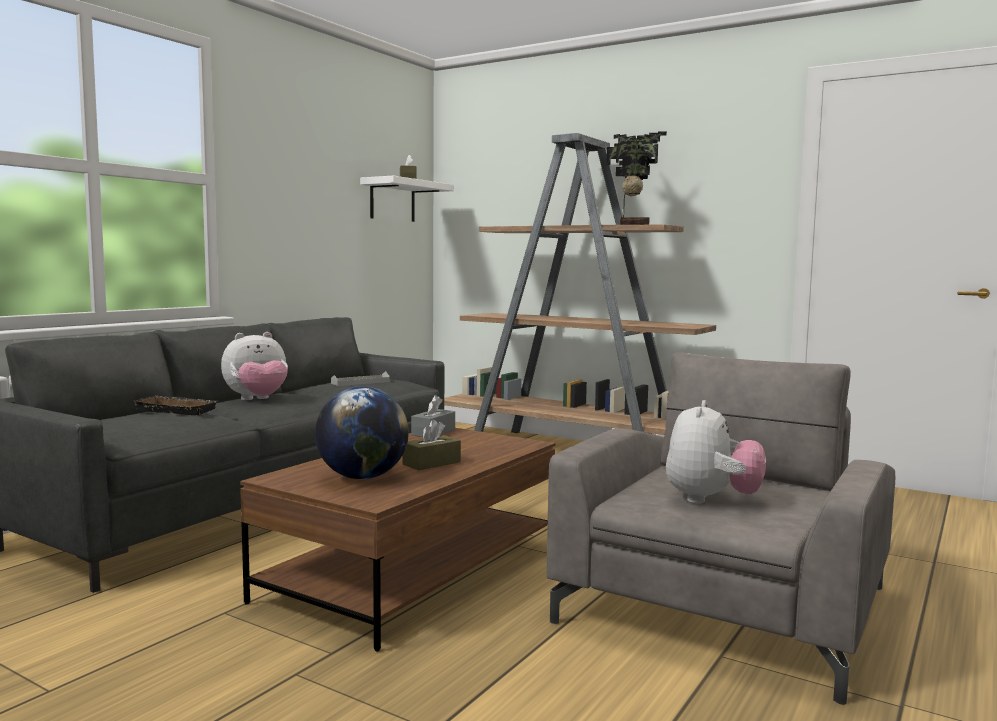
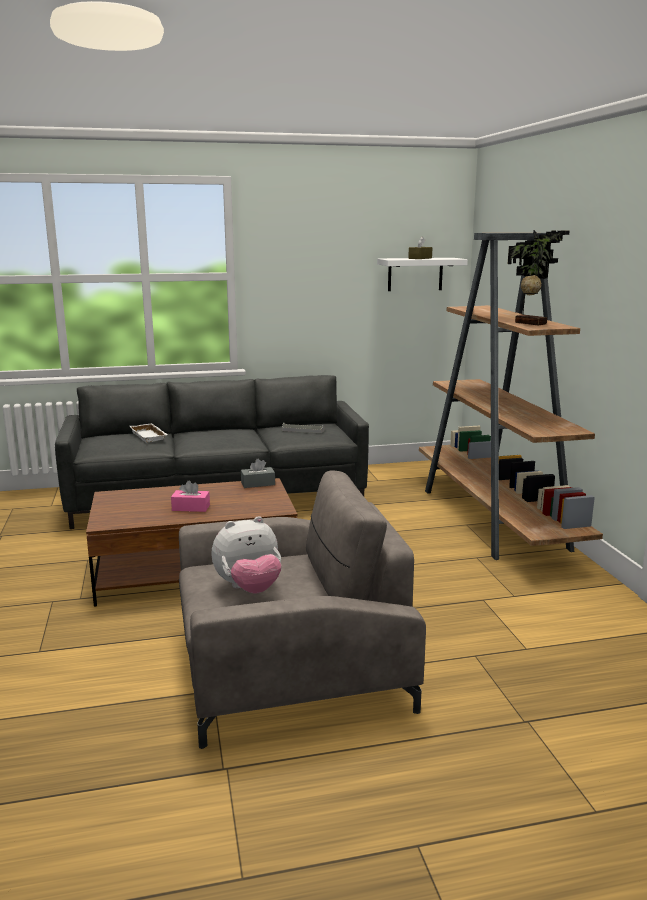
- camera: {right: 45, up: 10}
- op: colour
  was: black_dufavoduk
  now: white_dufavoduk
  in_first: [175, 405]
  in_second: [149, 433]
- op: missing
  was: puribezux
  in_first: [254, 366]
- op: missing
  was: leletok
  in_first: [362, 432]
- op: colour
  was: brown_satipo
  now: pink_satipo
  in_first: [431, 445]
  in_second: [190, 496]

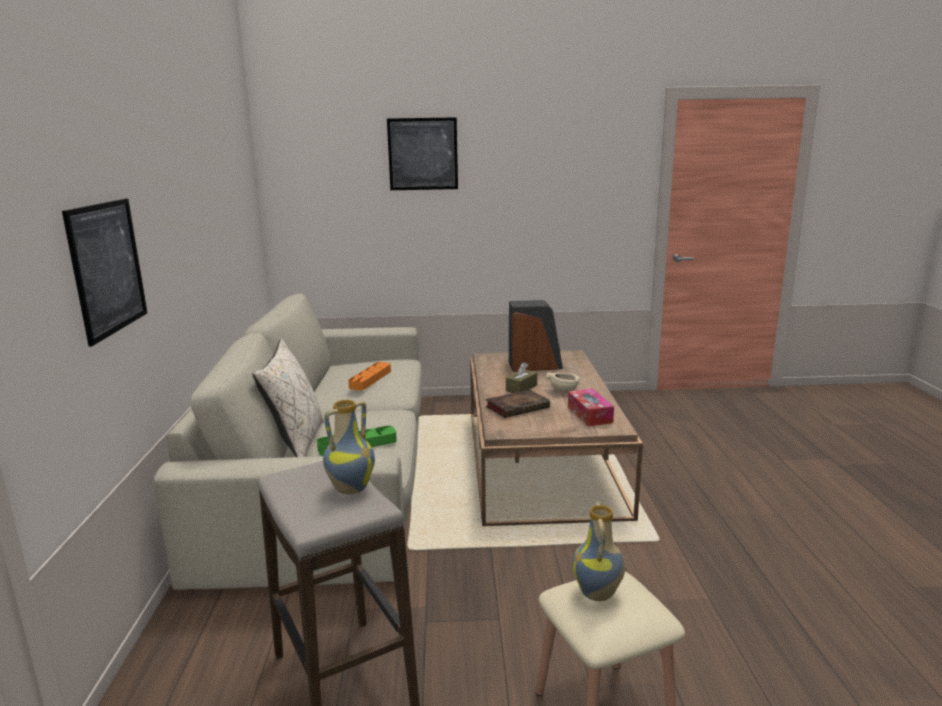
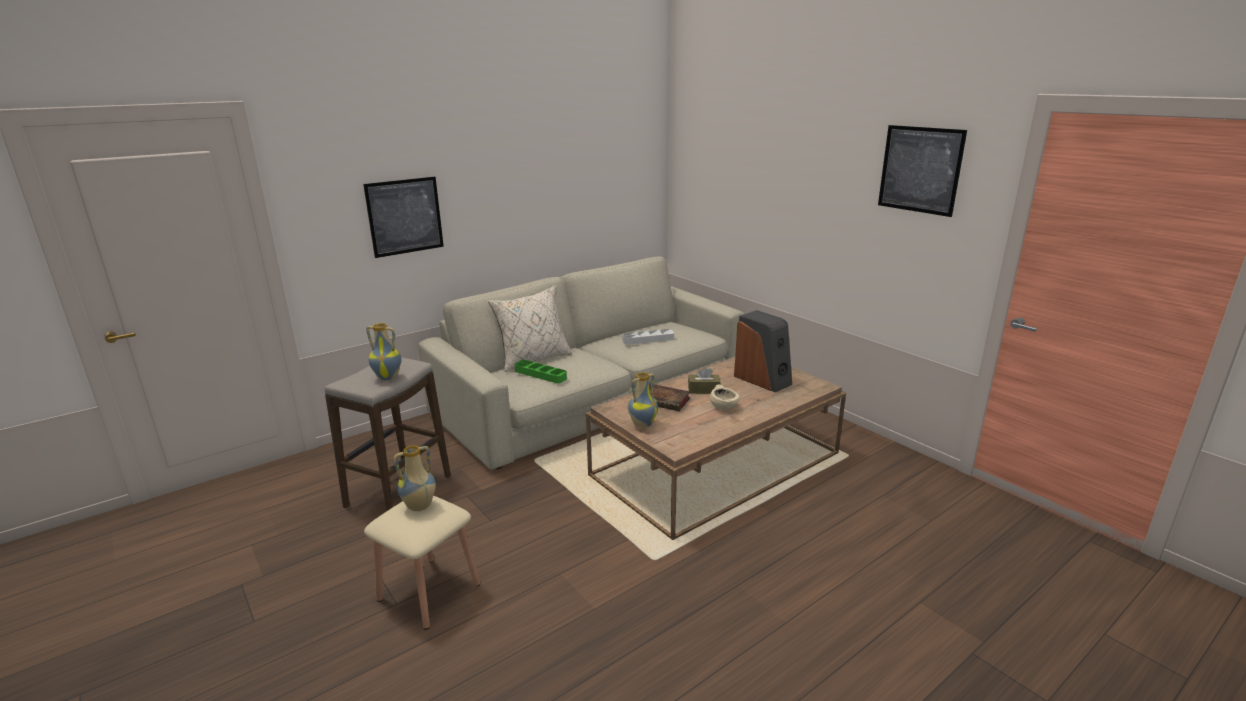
- camera: {right: 55, up: 5}
- op: colour
  was: orange_dufavoduk
  now: grey_dufavoduk
  in_first: [369, 376]
  in_second: [648, 337]
- op: relocated
  was: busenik
  in_first: [422, 153]
  in_second: [922, 171]
- op: missing
  was: satipo
  in_first: [591, 407]
- op: appeared
  now: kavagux
  in_second: [643, 400]

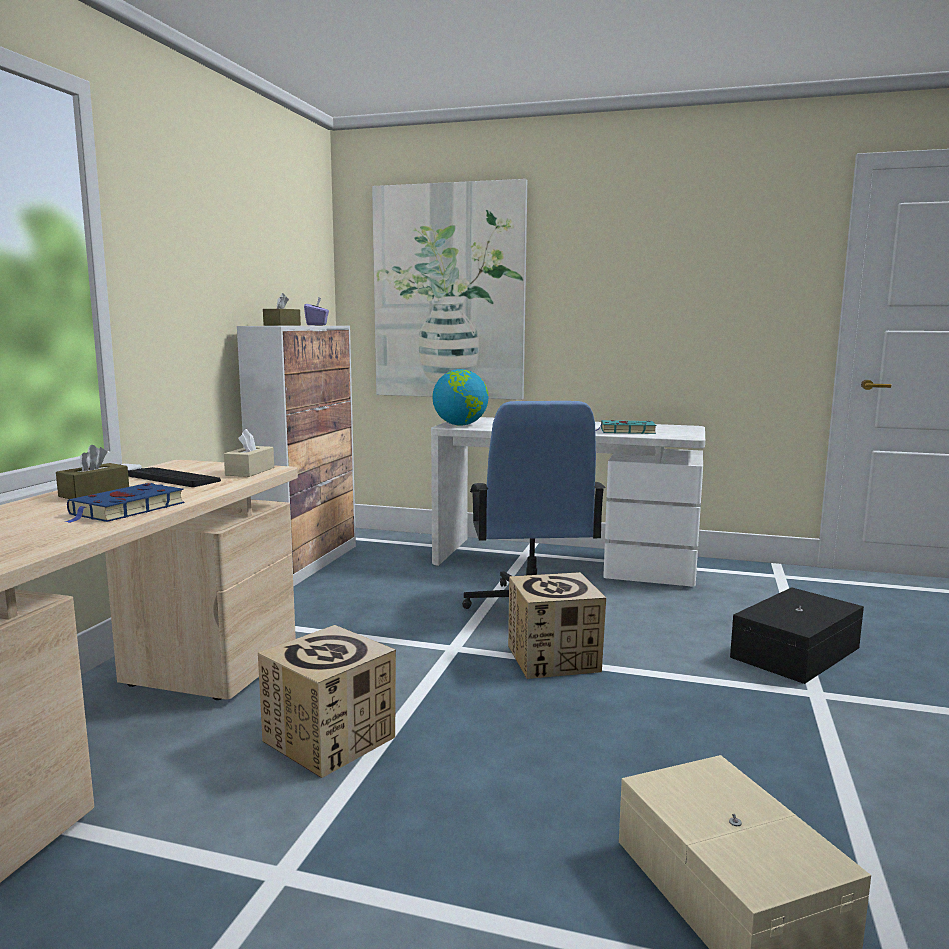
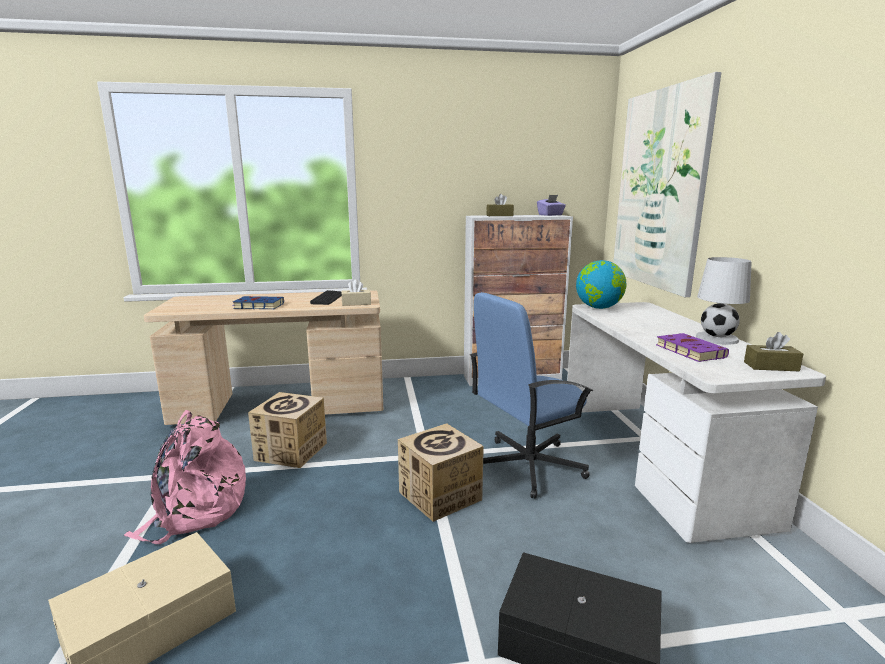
- camera: {right: 65, up: 5}
- op: relocated
  was: brown_satipo
  in_first: [92, 472]
  in_second: [773, 351]
- op: colour
  was: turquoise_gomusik
  now: purple_gomusik
  in_first: [625, 427]
  in_second: [692, 347]
- op: appeared
  now: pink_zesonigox
  in_second: [185, 477]
- op: appeared
  now: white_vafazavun
  in_second: [724, 301]

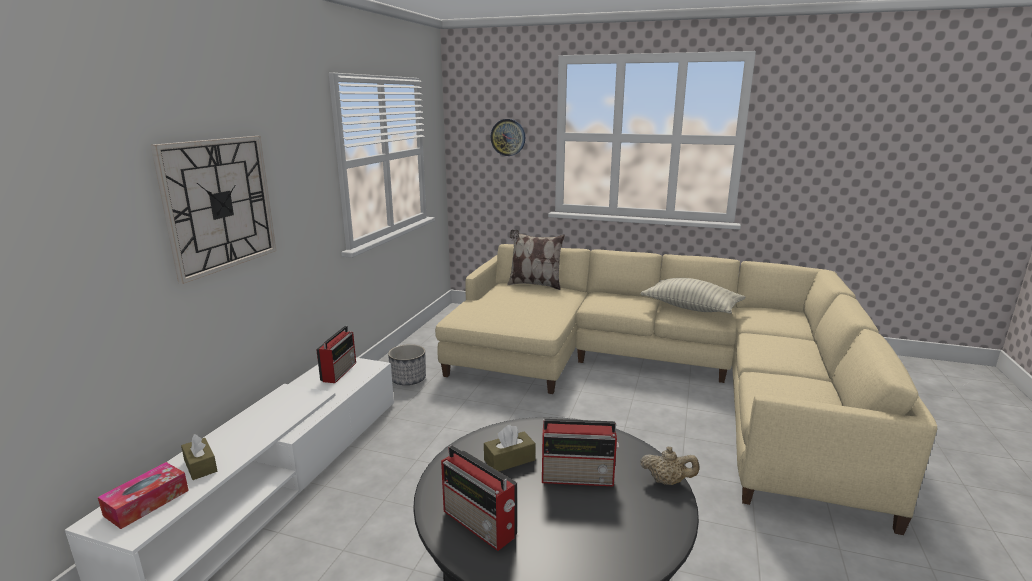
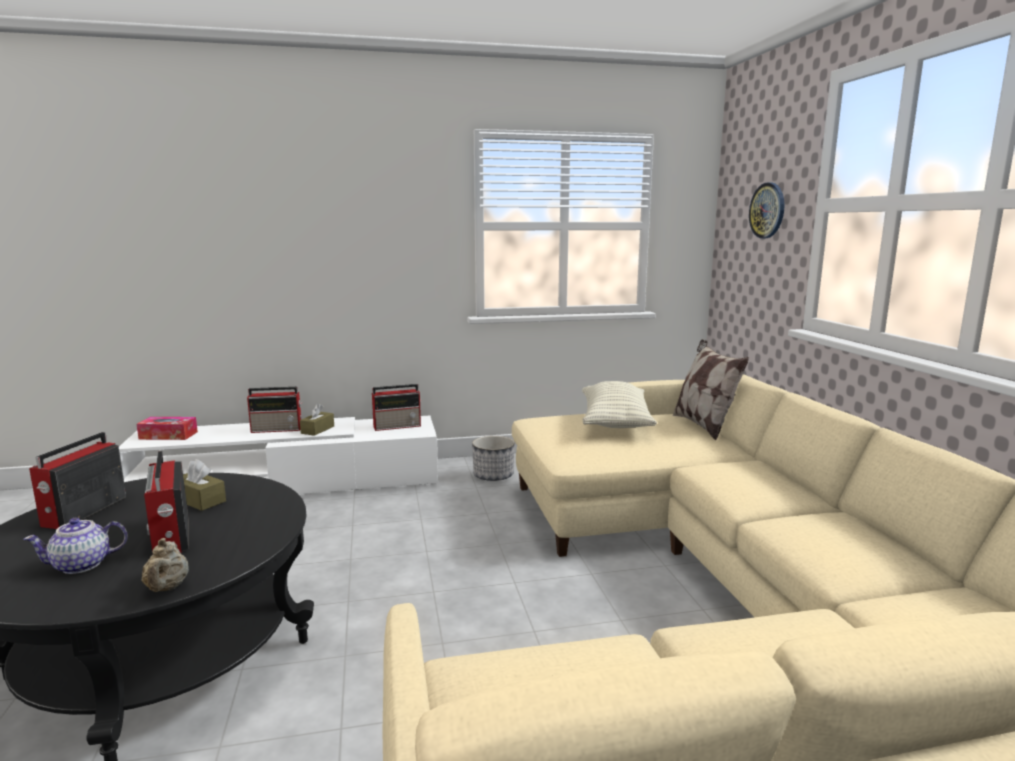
- camera: {right: 60, up: -5}
- op: missing
  was: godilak
  in_first: [213, 210]
- op: relocated
  was: brown_satipo
  in_first: [199, 457]
  in_second: [317, 420]
- op: relocated
  was: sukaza
  in_first: [693, 296]
  in_second: [619, 404]
- op: appeared
  now: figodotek
  in_second: [75, 546]
- op: appeared
  now: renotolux
  in_second: [274, 410]

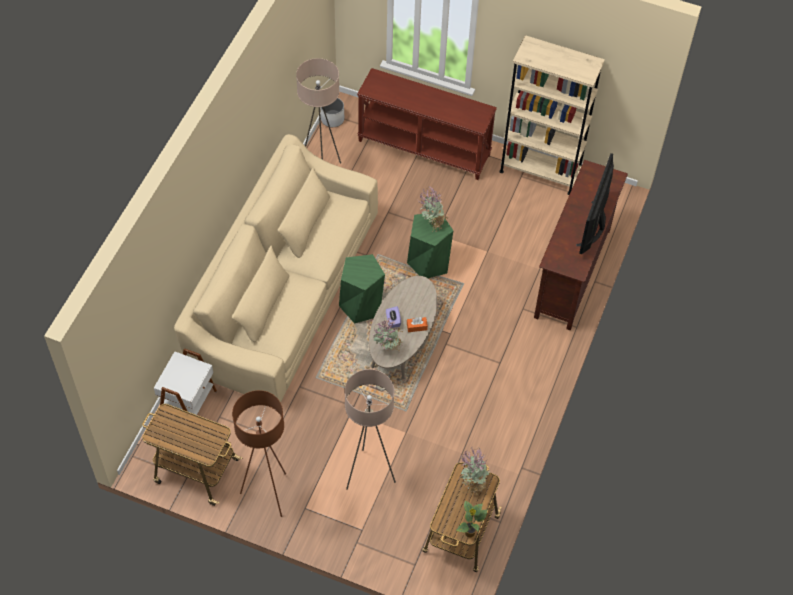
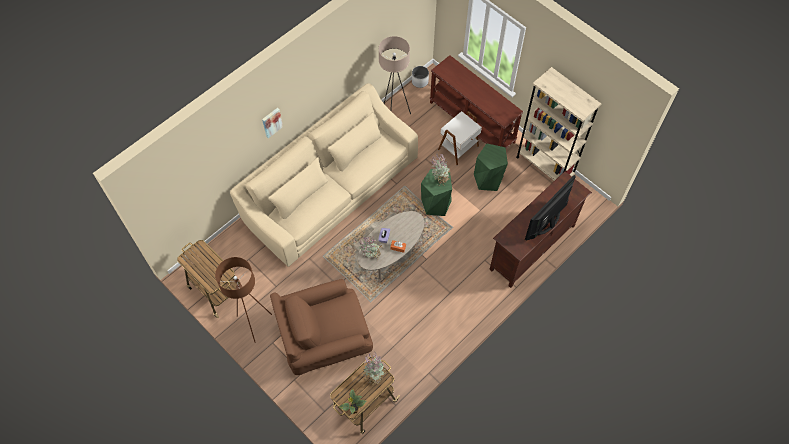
- camera: {right: 25, up: 5}
- op: relocated
  was: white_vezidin
  in_first: [185, 389]
  in_second: [460, 138]
- op: relocated
  was: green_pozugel
  in_first: [362, 289]
  in_second: [491, 167]
- op: exchanged
  was: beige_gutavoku
  now: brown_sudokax
  in_first: [370, 429]
  in_second: [321, 327]
- op: appeared
  now: busenik
  in_second: [272, 123]

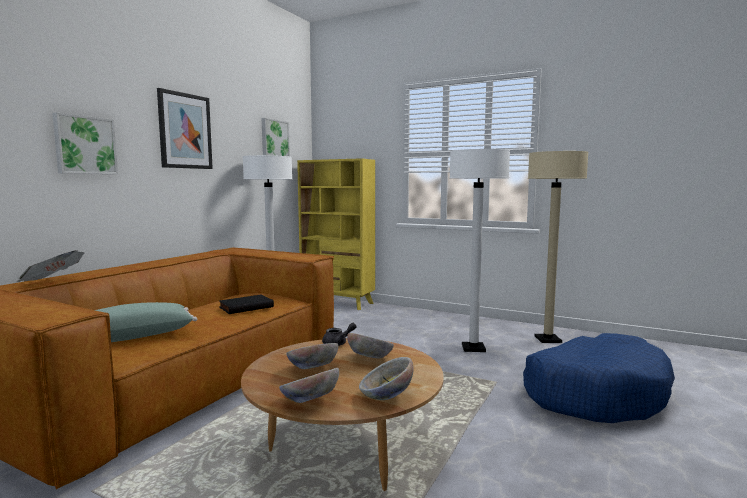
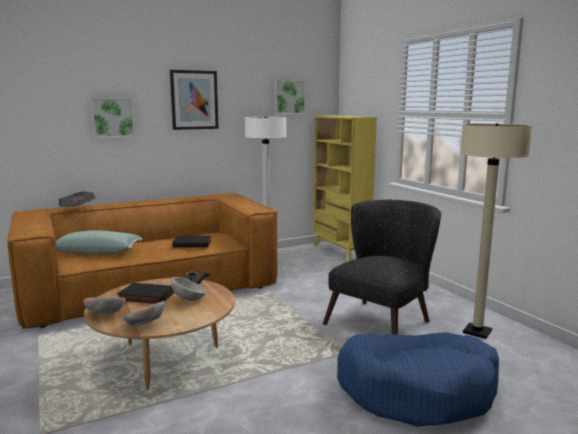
- camera: {right: 35, up: 5}
- op: exchanged
  was: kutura
  now: black_gomusik
  in_first: [312, 356]
  in_second: [145, 293]
- op: exchanged
  was: white_gutavoku
  now: black_sudokax
  in_first: [479, 250]
  in_second: [382, 267]

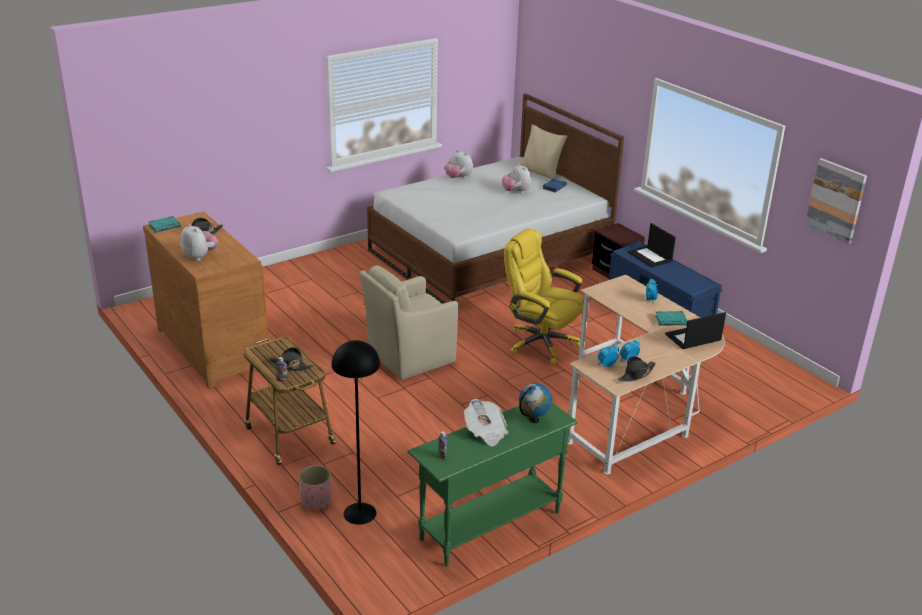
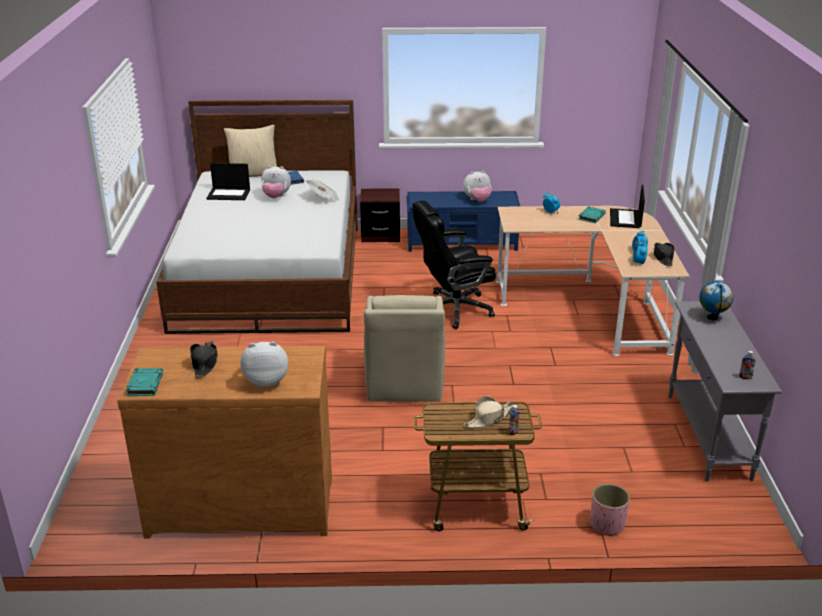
- camera: {right: -55, up: 0}
- op: colour
  was: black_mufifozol
  now: beige_mufifozol
  in_first: [291, 359]
  in_second: [489, 412]
- op: missing
  was: black_gutavoku
  in_first: [355, 432]
- op: colour
  was: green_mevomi
  now: grey_mevomi
  in_first: [492, 484]
  in_second: [725, 391]
- op: relocated
  was: puribezux
  in_first: [459, 164]
  in_second: [477, 186]
- op: relocated
  was: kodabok
  in_first: [486, 422]
  in_second: [323, 190]
- op: colour
  was: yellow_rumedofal
  now: black_rumedofal
  in_first: [544, 296]
  in_second: [454, 265]
- op: relocated
  was: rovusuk
  in_first: [652, 245]
  in_second: [228, 181]
- op: missing
  was: busenik
  in_first: [836, 201]

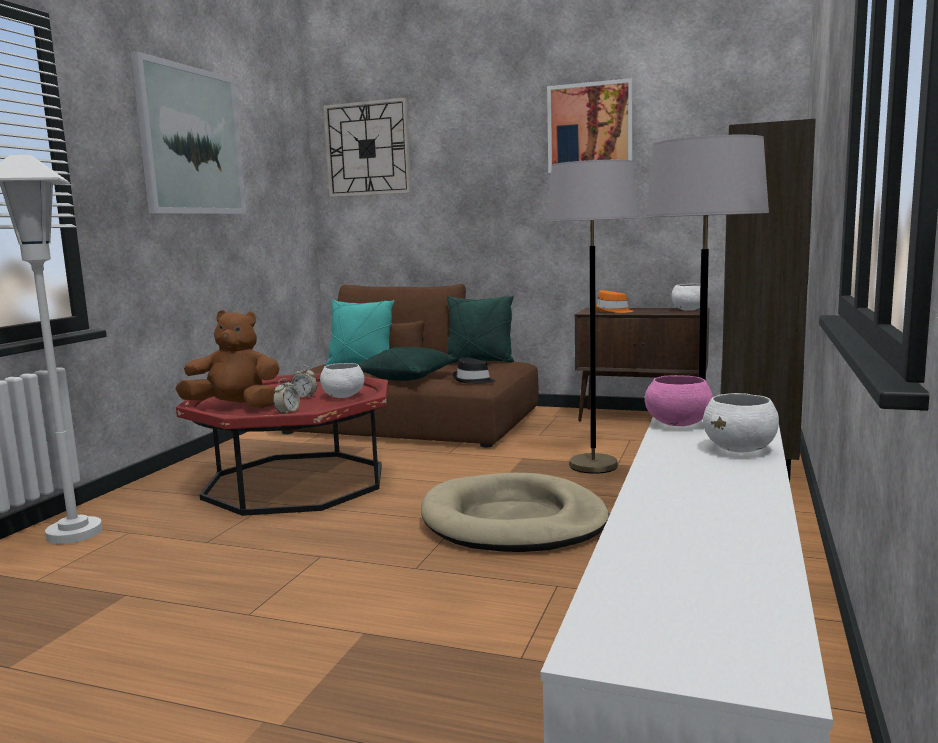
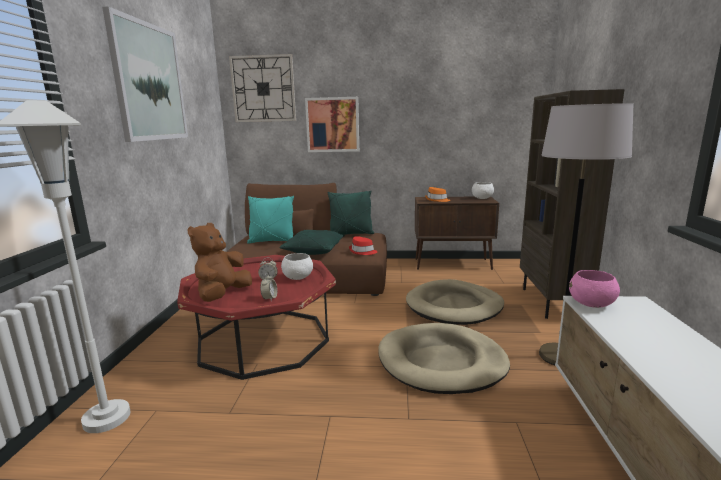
- camera: {right: -15, up: 5}
- op: spun
  was: brown_puribezux
  in_first: [227, 359]
  in_second: [219, 262]
  clockwise: -60
- op: colour
  was: black_mufifozol
  now: red_mufifozol
  in_first: [473, 370]
  in_second: [363, 245]
- op: relocated
  was: busenik
  in_first: [590, 125]
  in_second: [332, 124]
- op: exchanged
  was: grey_gutavoku
  now: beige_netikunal
  in_first: [592, 317]
  in_second: [455, 302]
- op: missing
  was: white_kutura
  in_first: [741, 422]

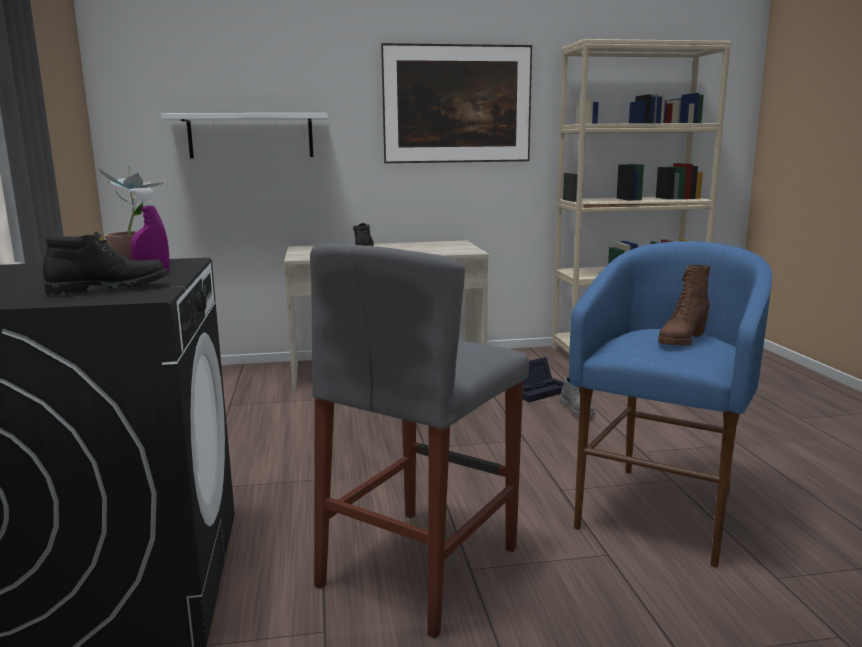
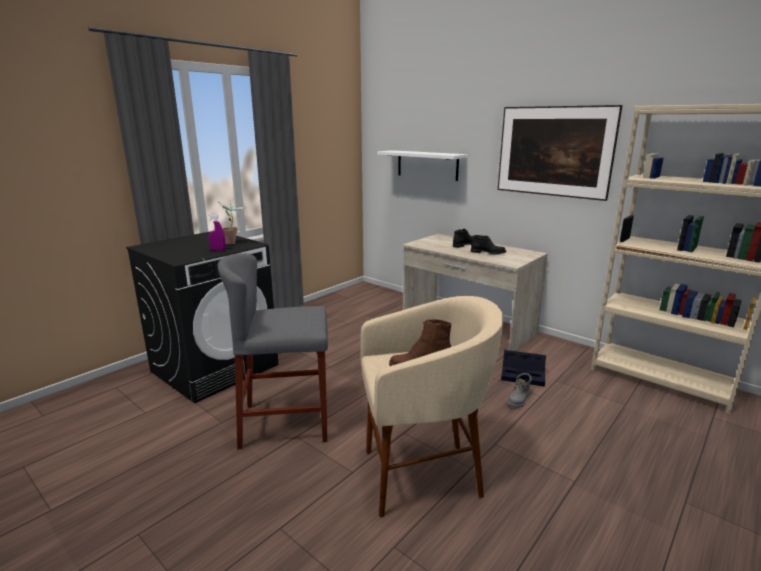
- camera: {right: 50, up: 5}
- op: relocated
  was: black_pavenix
  in_first: [106, 263]
  in_second: [488, 244]
- op: colour
  was: blue_pozugel
  now: beige_pozugel
  in_first: [670, 404]
  in_second: [432, 406]

